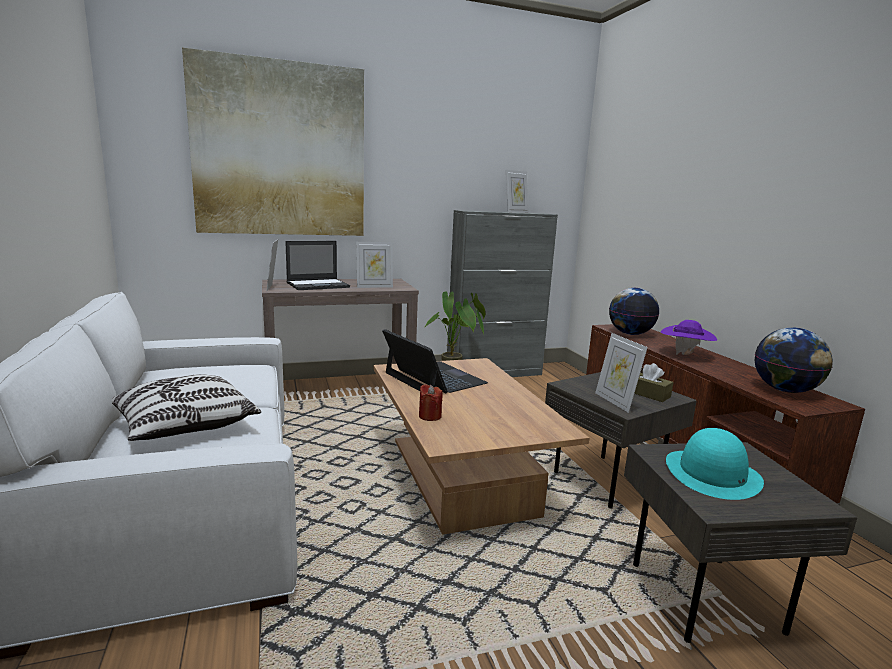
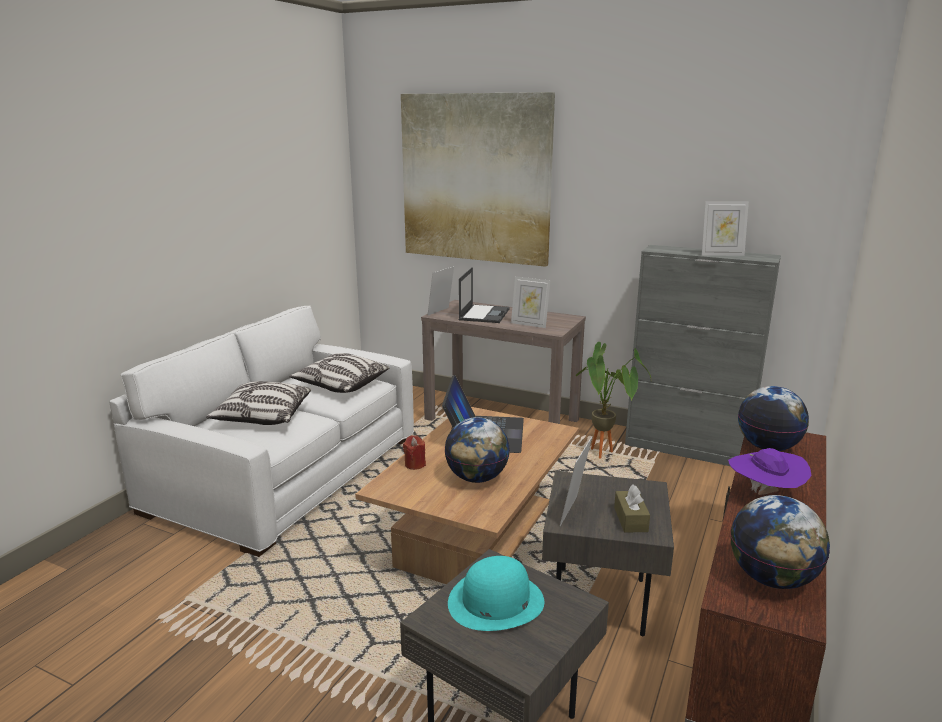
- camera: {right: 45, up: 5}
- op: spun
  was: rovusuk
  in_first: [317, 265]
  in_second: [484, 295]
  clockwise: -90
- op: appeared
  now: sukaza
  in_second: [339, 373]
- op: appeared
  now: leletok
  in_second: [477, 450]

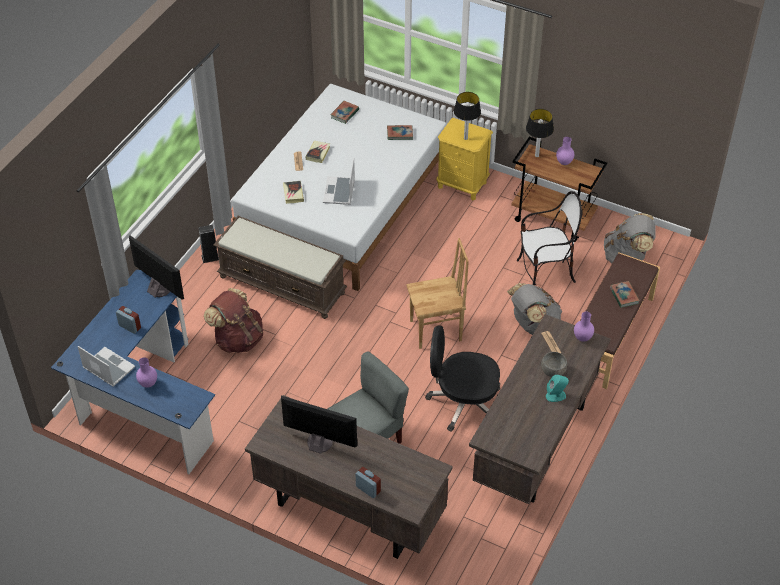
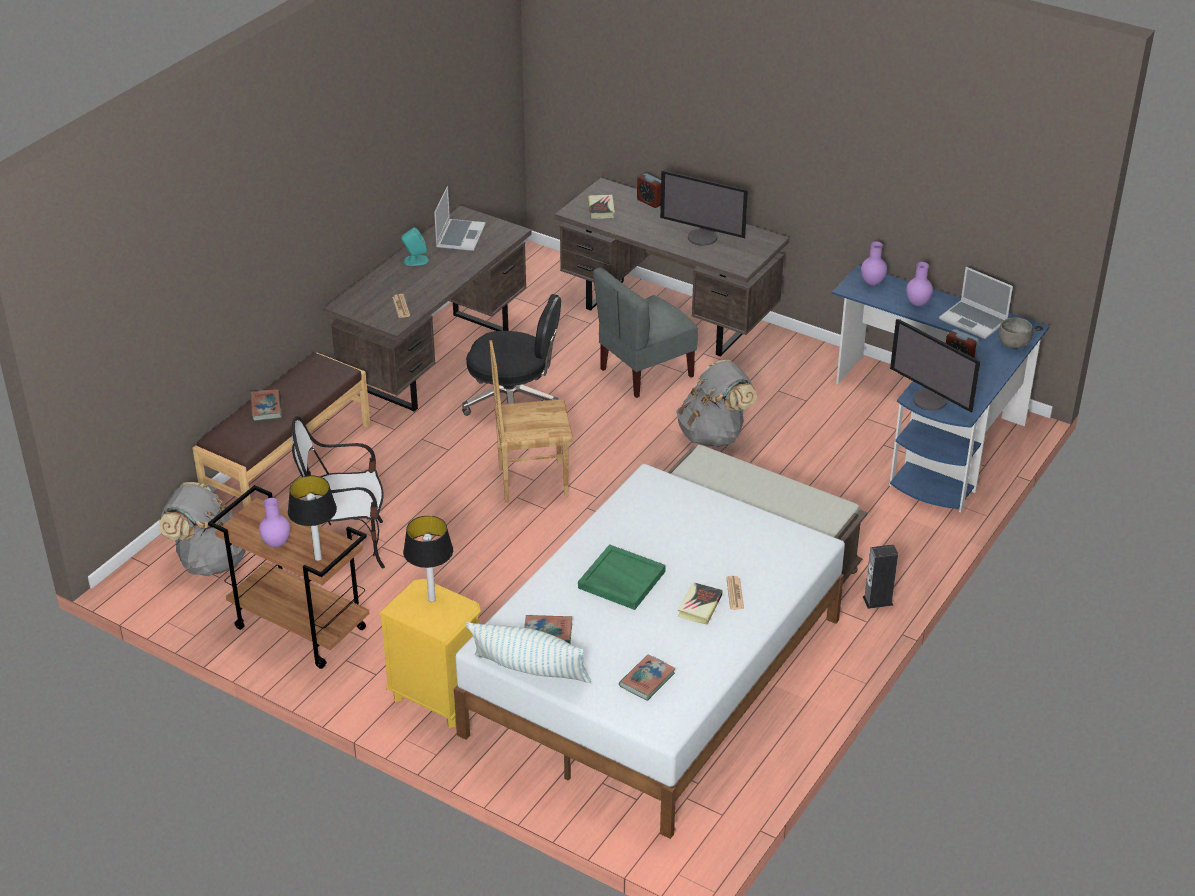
- camera: {right: -175, up: -10}
- op: missing
  was: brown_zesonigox
  in_first: [234, 320]
- op: relocated
  was: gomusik
  in_first: [293, 192]
  in_second: [601, 206]
- op: relocated
  was: rovusuk
  in_first: [339, 181]
  in_second: [460, 218]
- op: relocated
  was: grey_zesonigox
  in_first: [534, 309]
  in_second: [716, 403]
- op: relocated
  was: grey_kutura
  in_first: [554, 364]
  in_second: [1015, 333]
- op: relocated
  was: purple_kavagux
  in_first: [584, 327]
  in_second: [874, 263]
- op: appeared
  now: sukaza
  in_second: [528, 652]
- op: appeared
  now: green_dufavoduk
  in_second: [622, 577]

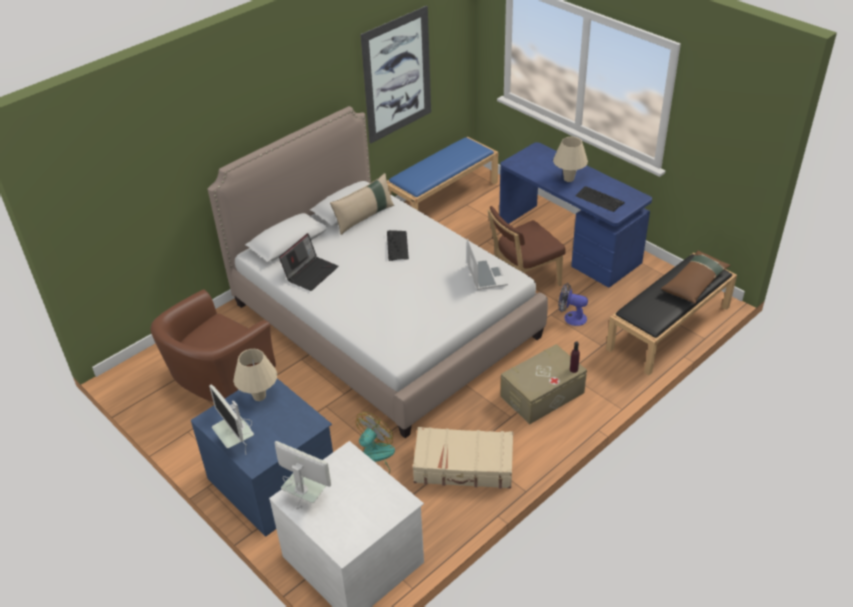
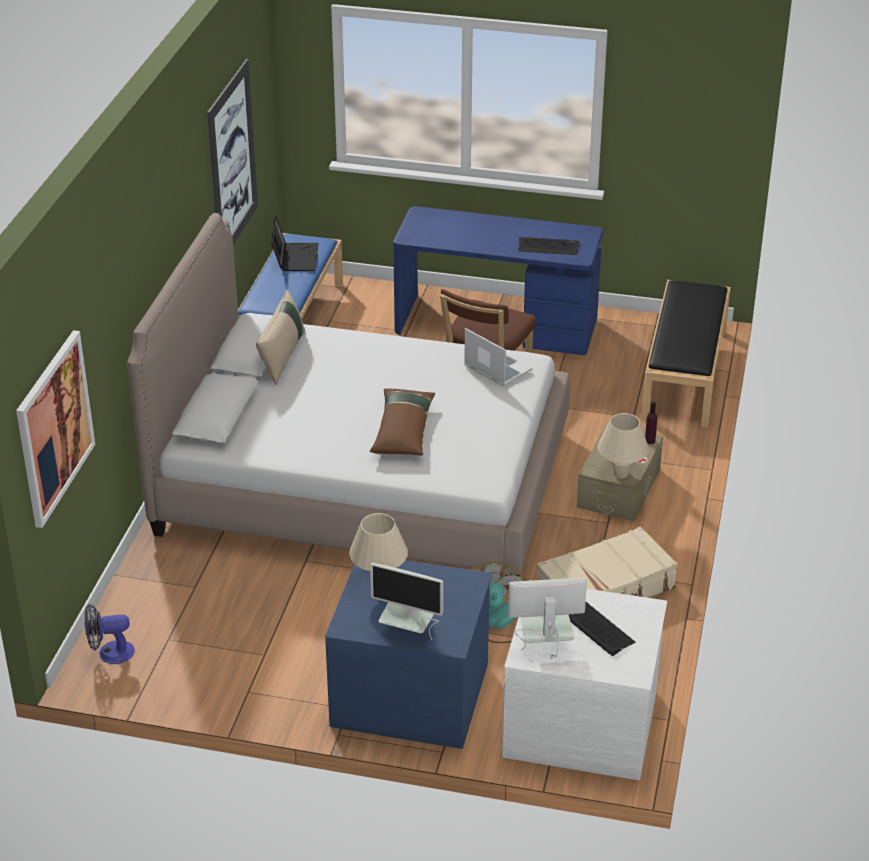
- camera: {right: -35, up: -5}
- op: missing
  was: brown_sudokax
  in_first: [213, 345]
- op: relocated
  was: rovusuk
  in_first: [308, 262]
  in_second: [294, 243]
- op: relocated
  was: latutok
  in_first: [398, 245]
  in_second: [602, 629]
- op: relocated
  was: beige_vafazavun
  in_first: [570, 159]
  in_second: [623, 445]
- op: relocated
  was: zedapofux
  in_first: [573, 304]
  in_second: [109, 634]
- op: relocated
  was: brown_sukaza
  in_first: [695, 277]
  in_second: [402, 421]
- op: appeared
  now: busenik
  in_second: [55, 429]

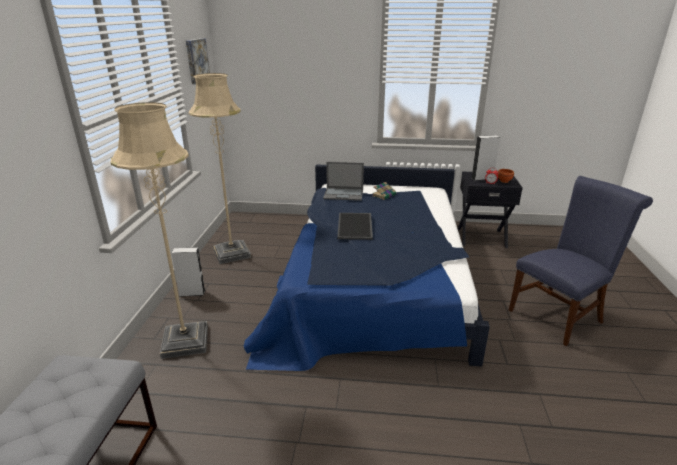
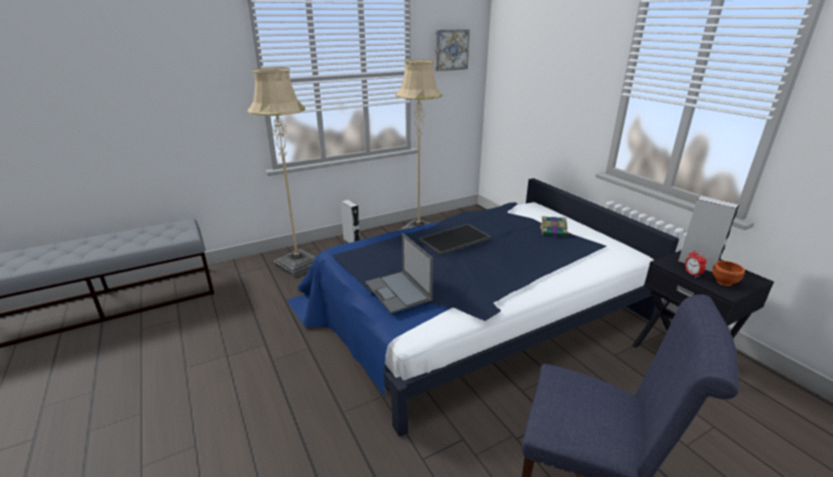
- camera: {right: 55, up: 0}
- op: relocated
  was: rovusuk
  in_first: [343, 181]
  in_second: [399, 273]

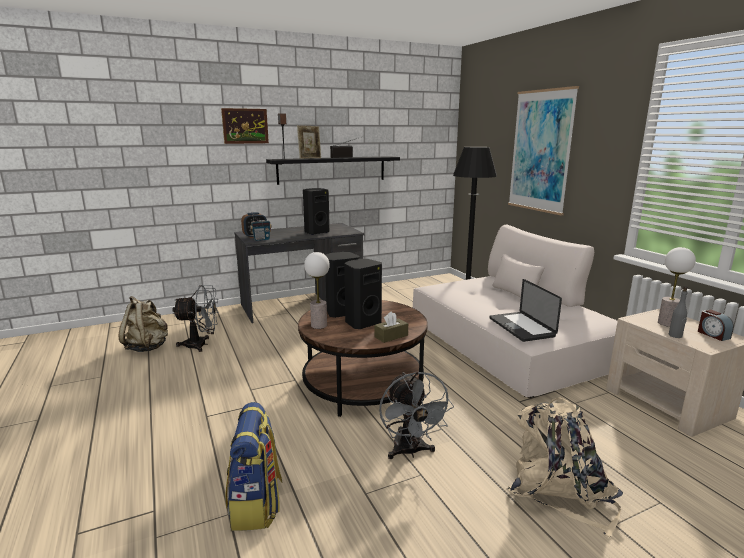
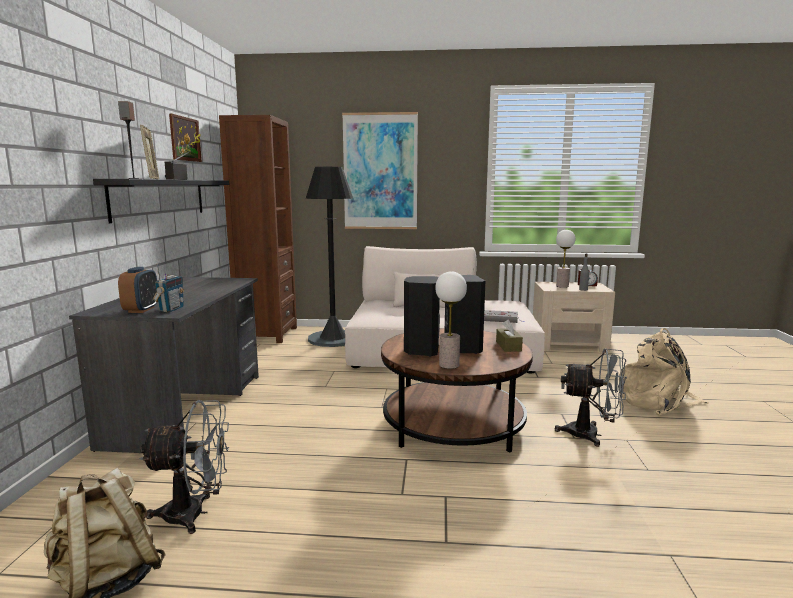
- camera: {right: -60, up: -5}
- op: spun
  was: grey_zedapofux
  in_first: [195, 318]
  in_second: [184, 467]
  clockwise: 60
- op: relocated
  was: busenik
  in_first: [245, 126]
  in_second: [185, 137]
- op: missing
  was: zesonigox
  in_first: [254, 466]
- op: missing
  was: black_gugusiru
  in_first: [316, 211]
- op: exchanged
  was: rovusuk
  now: grey_gomusik
  in_first: [526, 310]
  in_second: [504, 316]
- op: appeared
  now: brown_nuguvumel
  in_second: [258, 229]

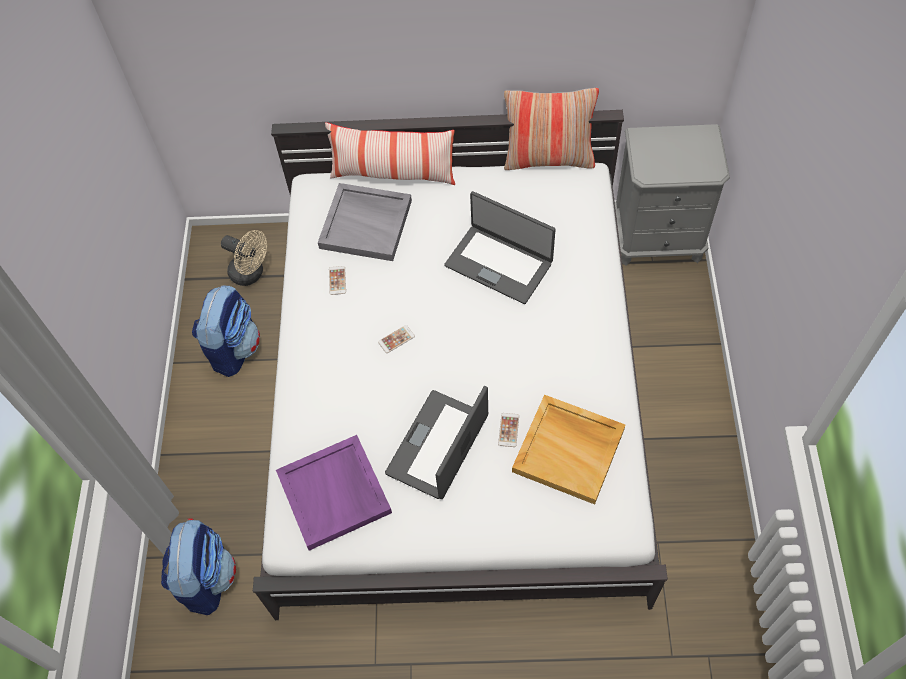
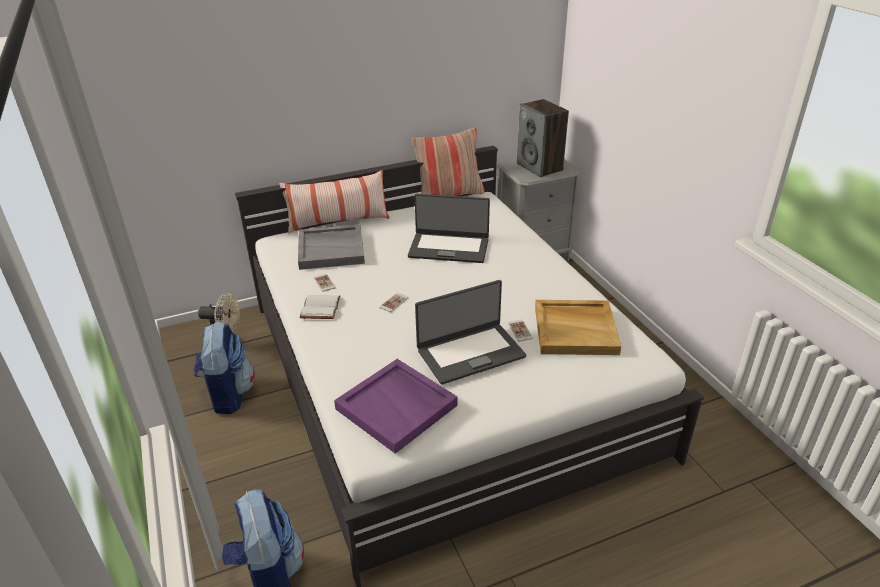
- camera: {right: -25, up: -25}
- op: spun
  was: rovusuk
  in_first: [436, 442]
  in_second: [470, 332]
  clockwise: -120
- op: appeared
  now: white_gomusik
  in_second: [320, 307]
- op: appeared
  now: gugusiru
  in_second: [543, 138]

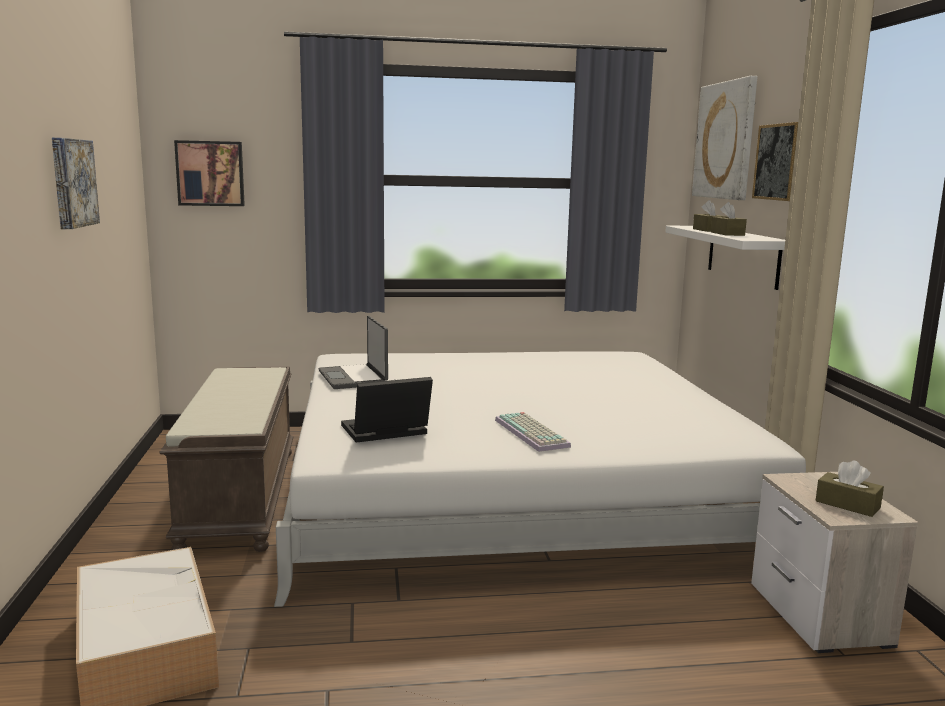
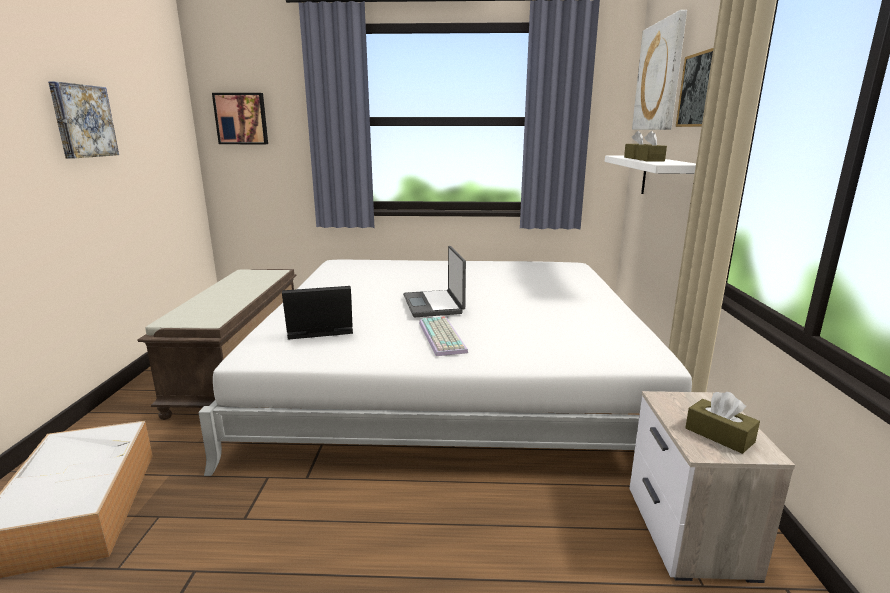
- camera: {right: 10, up: 5}
- op: relocated
  was: rovusuk
  in_first: [353, 352]
  in_second: [434, 281]

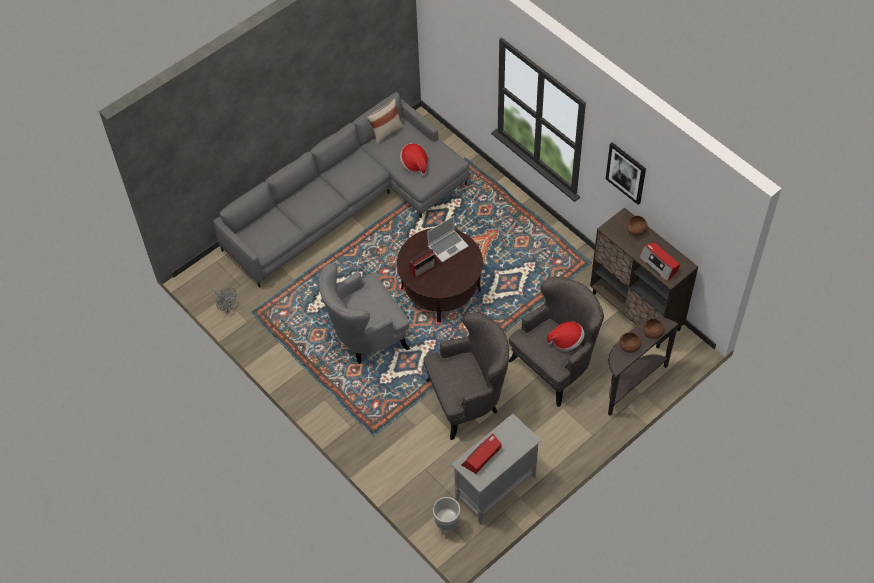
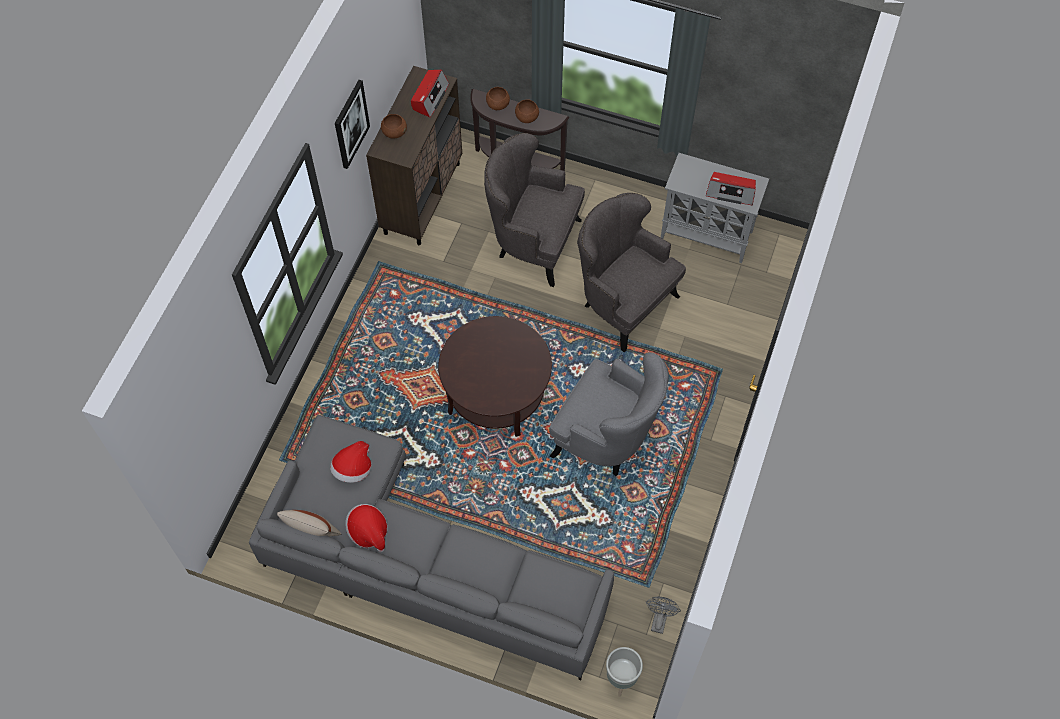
- camera: {right: -120, up: 5}
- op: missing
  was: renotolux
  in_first: [422, 263]
- op: missing
  was: rovusuk
  in_first: [448, 239]
- op: relocated
  was: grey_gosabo
  in_first: [446, 518]
  in_second: [624, 672]
- op: relocated
  was: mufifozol
  in_first: [566, 336]
  in_second: [366, 528]

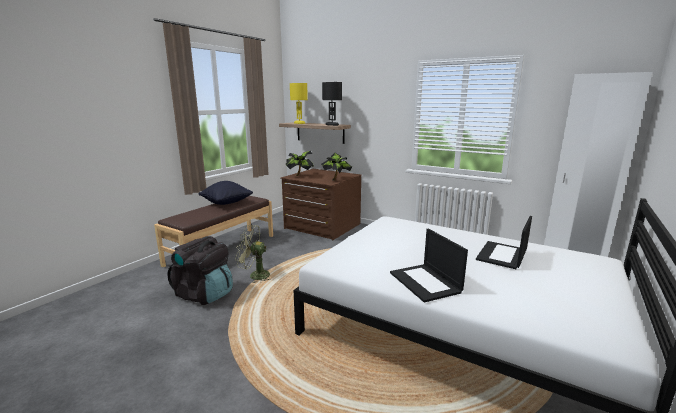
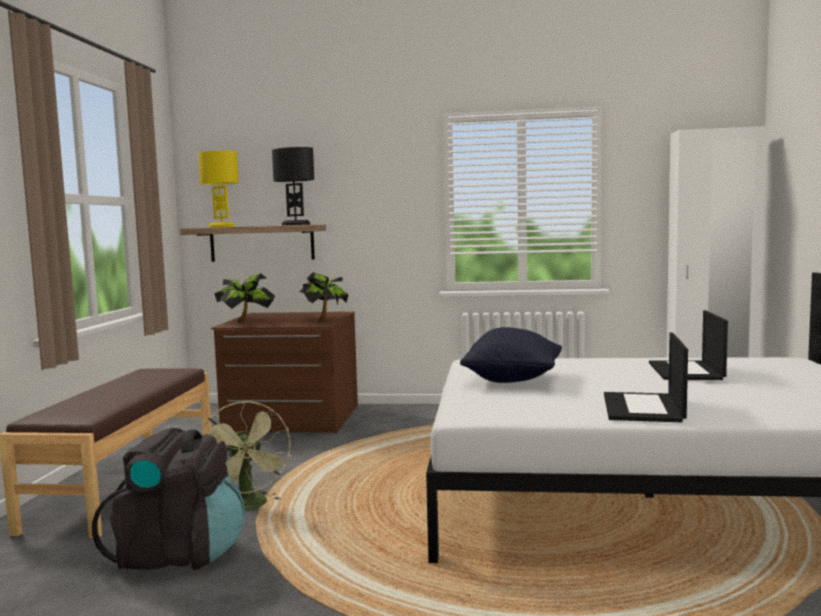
- camera: {right: -25, up: -10}
- op: relocated
  was: black_sukaza
  in_first: [226, 193]
  in_second: [511, 355]
- op: spun
  was: green_zedapofux
  in_first: [253, 254]
  in_second: [245, 456]
  clockwise: -90
- op: spun
  was: rovusuk
  in_first: [429, 265]
  in_second: [646, 377]
  clockwise: 60

